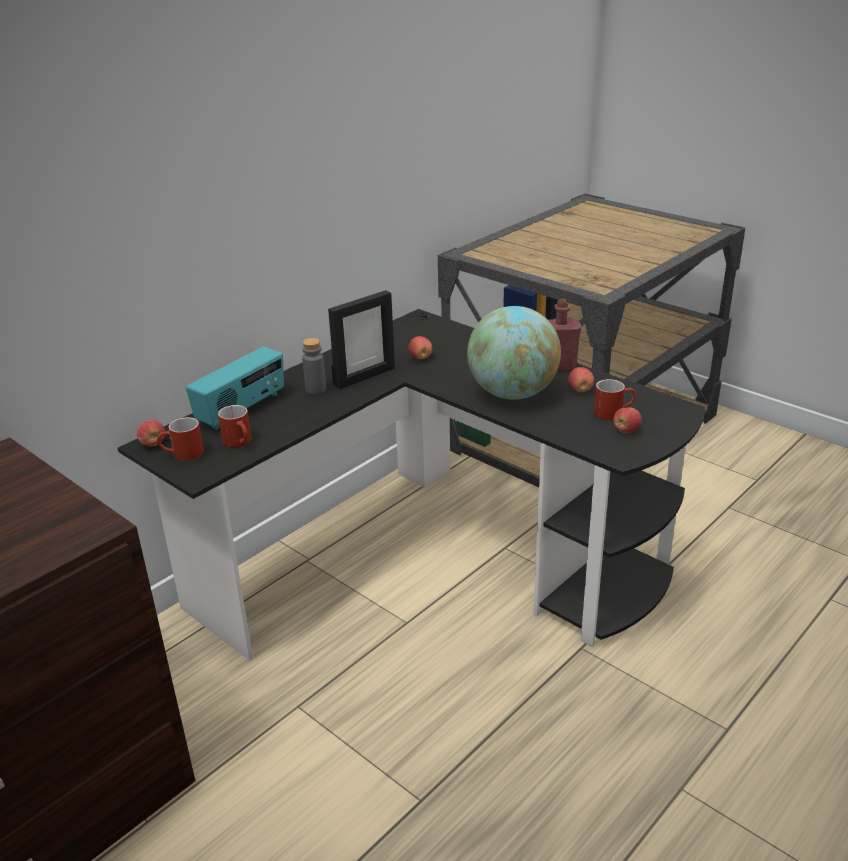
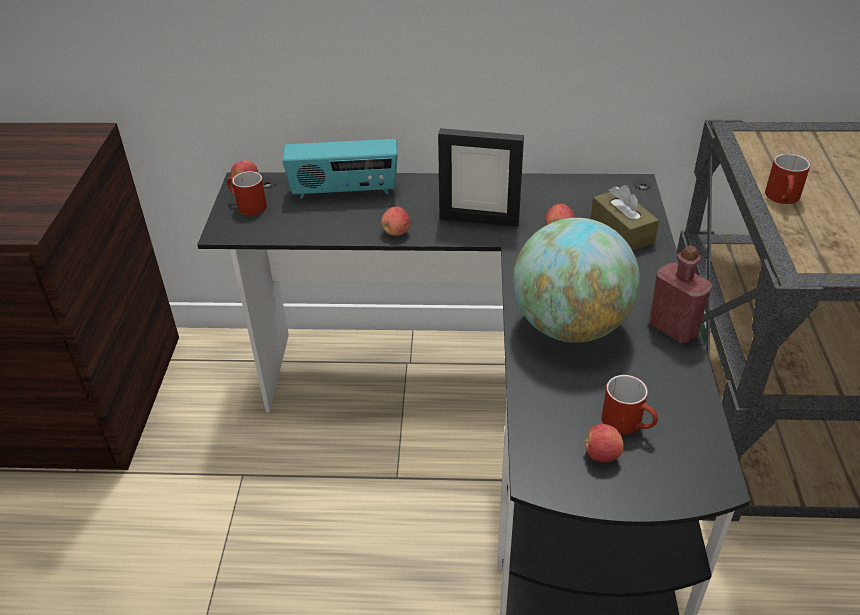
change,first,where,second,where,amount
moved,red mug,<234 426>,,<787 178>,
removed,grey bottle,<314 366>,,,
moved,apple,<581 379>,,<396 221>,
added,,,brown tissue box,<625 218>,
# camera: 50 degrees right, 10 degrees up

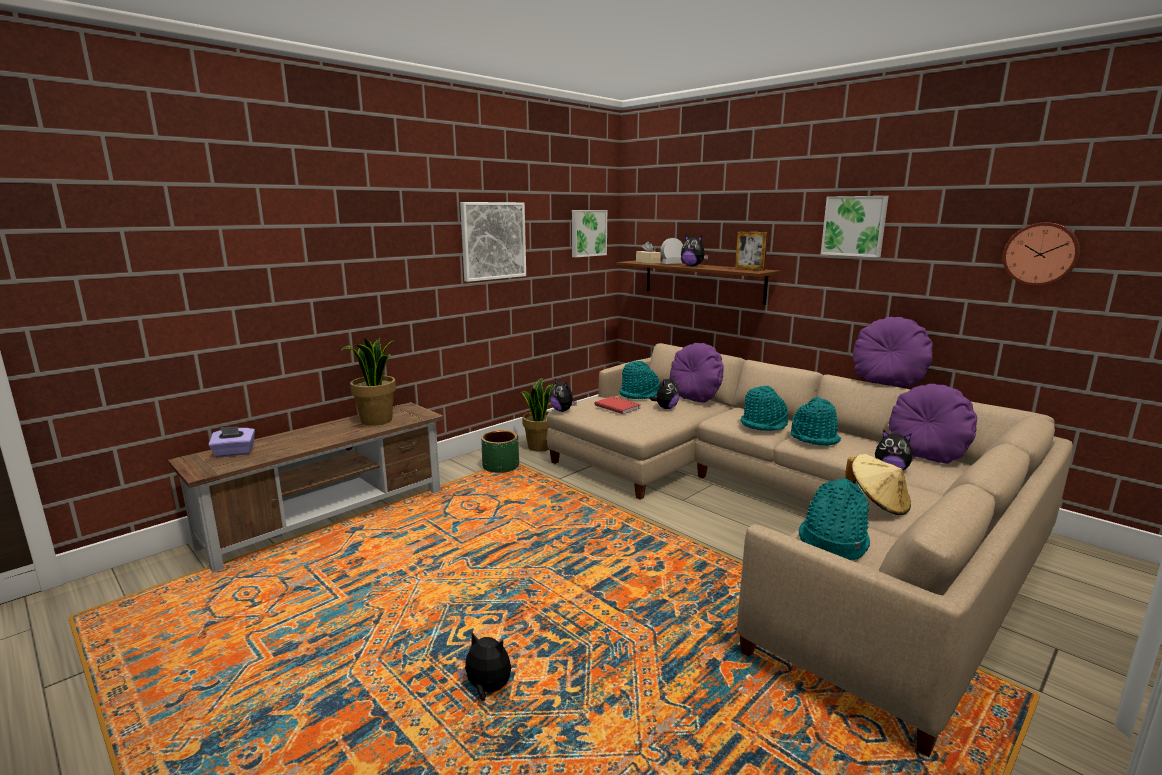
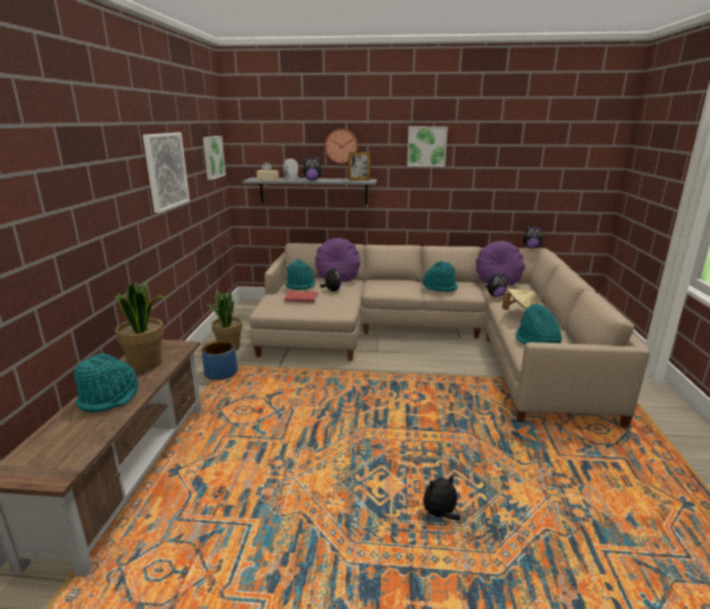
change,first,where,second,where,amount
removed,purple tissue box,<232 441>,,,
recoloured,green planter,<500 451>,blue planter,<219 360>,
moved,plush toy,<563 395>,,<533 236>,
recoloured,brown shelf,<699 282>,grey shelf,<309 191>,
moved,turquoise hat,<764 408>,,<106 383>,
removed,purple pillow,<893 352>,,,
moved,wall clock,<1041 254>,,<341 146>,
# camera: 40 degrees left, 5 degrees up

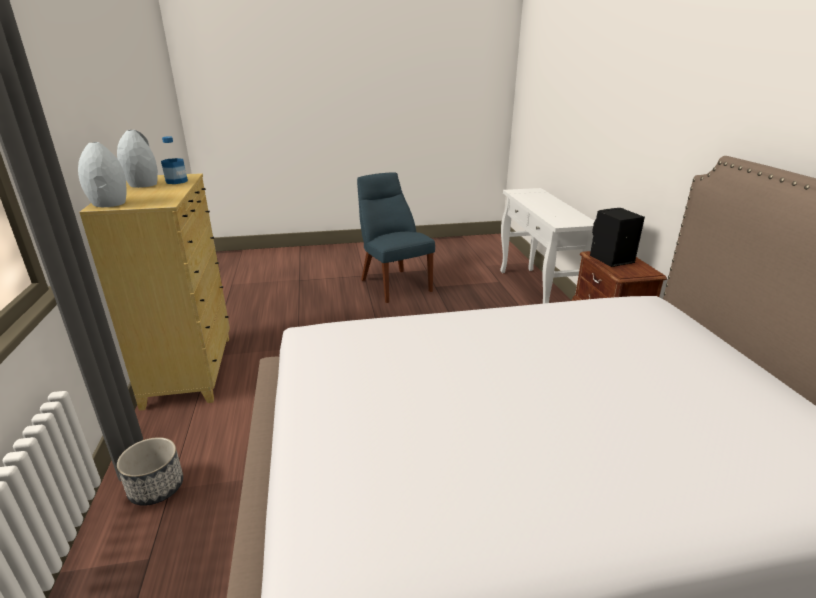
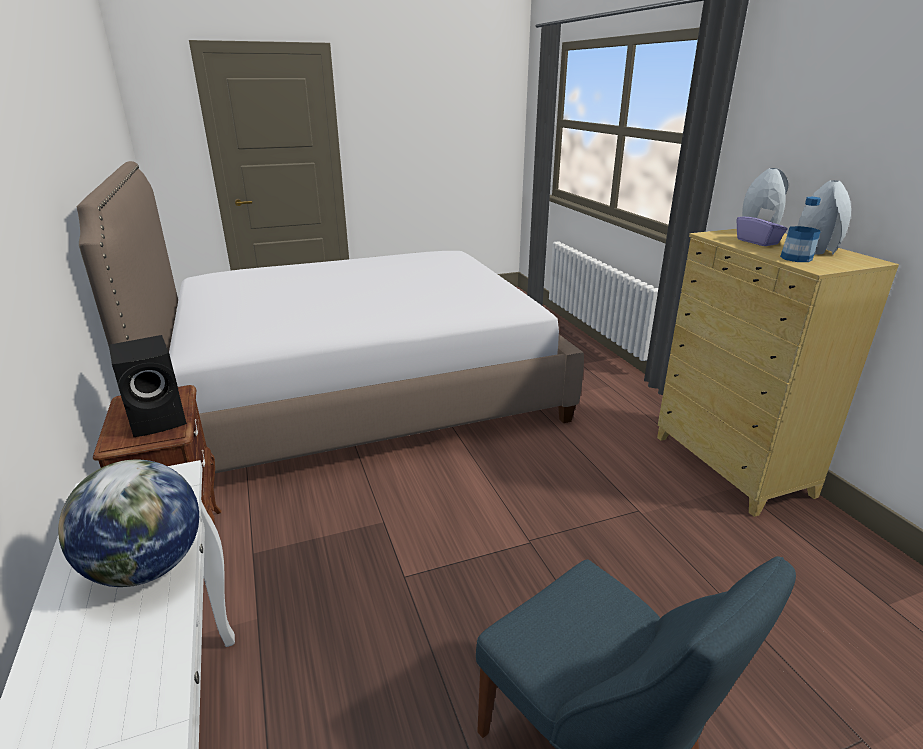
change,first,where,second,where,amount
removed,planter,<150 471>,,,
added,,,globe,<128 523>,
added,,,purple tissue box,<762 227>,
# camera: 170 degrees right, 0 degrees up

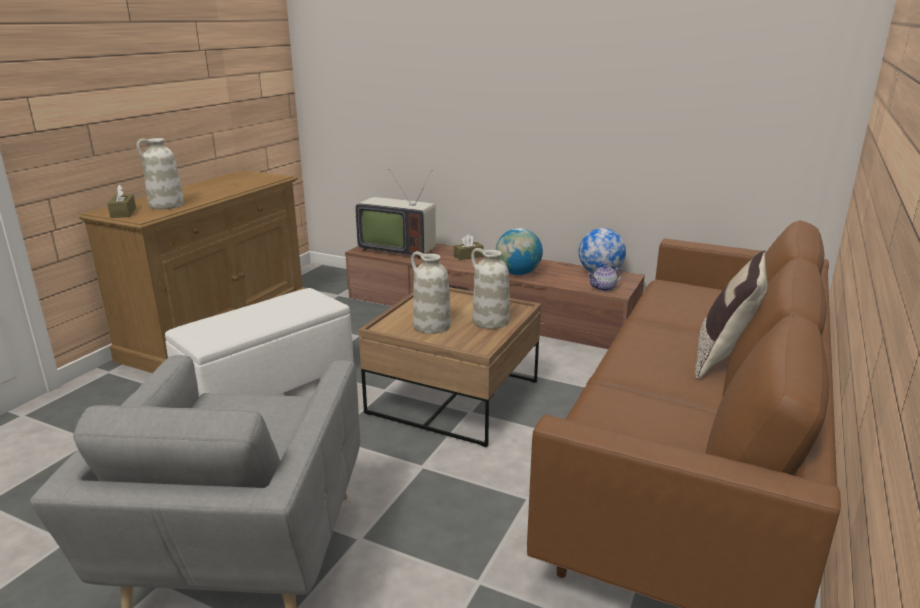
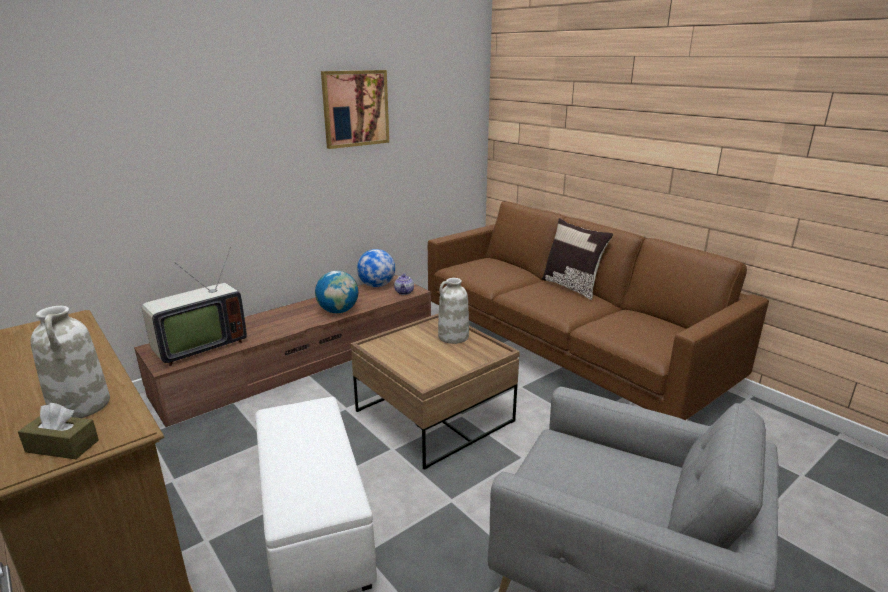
change,first,where,second,where,amount
removed,white vase,<431 292>,,,
removed,brown tissue box,<469 247>,,,
added,,,picture,<355 109>,
# camera: 65 degrees left, 0 degrees up

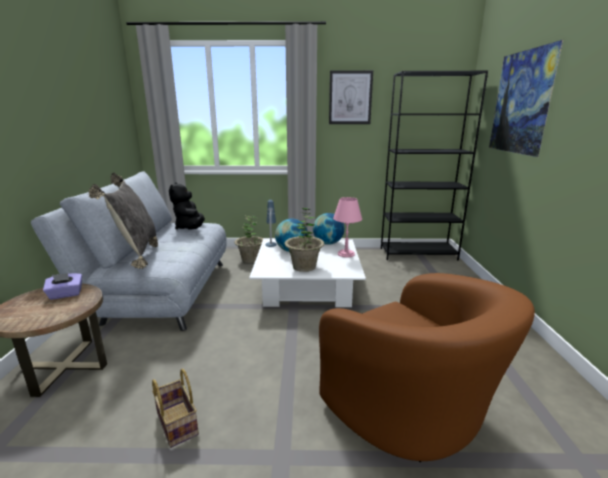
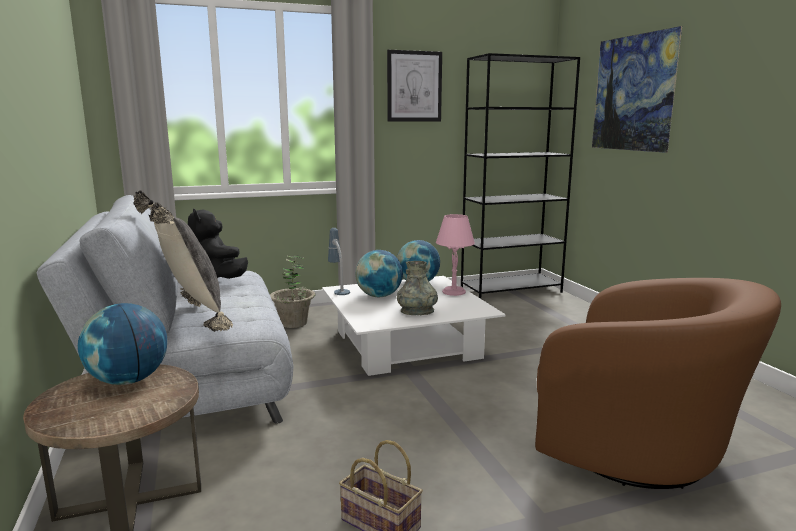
change,first,where,second,where,amount
replaced,purple tissue box,<62 286>,globe,<122 344>,
replaced,potted plant,<304 240>,grey vase,<417 288>,
# camera: 20 degrees left, 5 degrees down

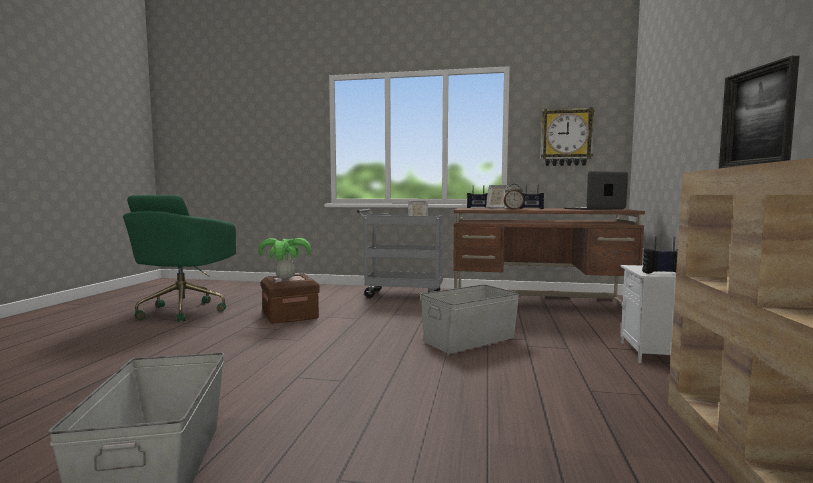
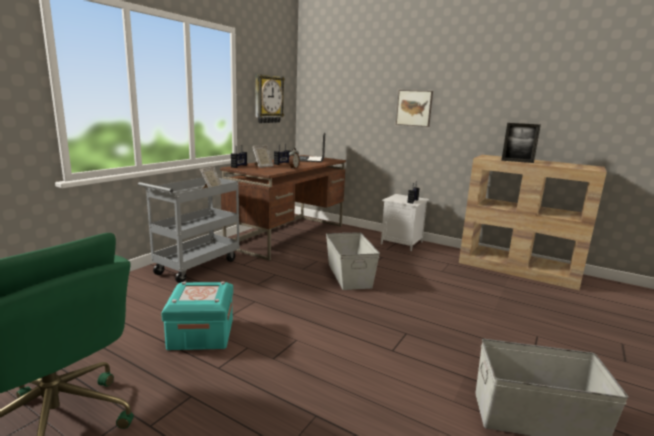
change,first,where,second,where,amount
removed,potted plant,<284 258>,,,
recoloured,brown storage box,<290 298>,turquoise storage box,<197 315>,
added,,,picture,<414 108>,
# camera: 70 degrees left, 10 degrees up

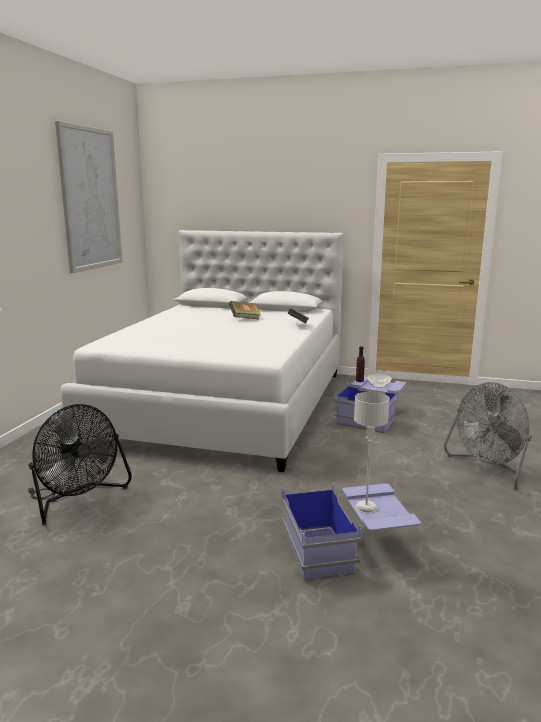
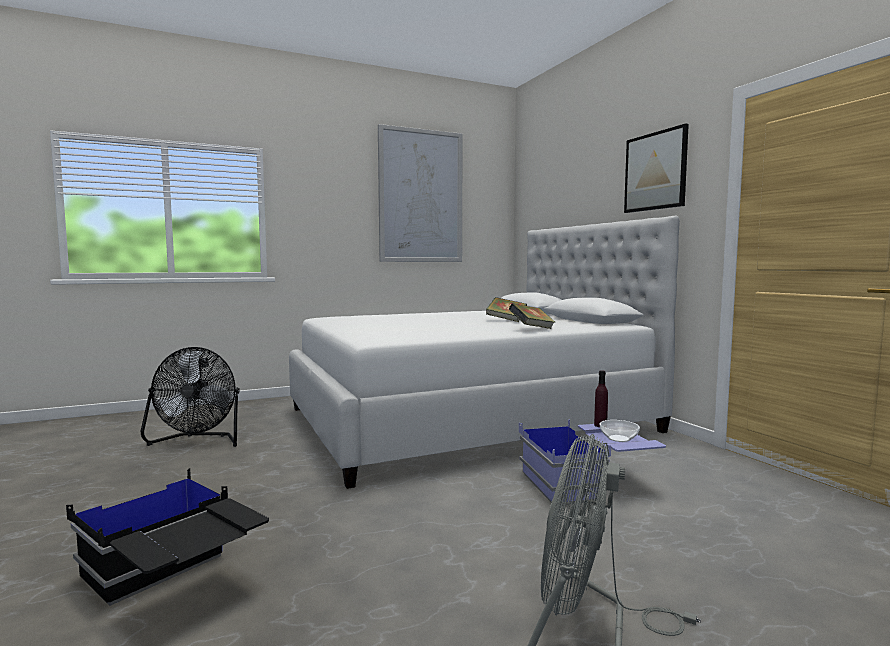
change,first,where,second,where,amount
recoloured,blue storage box,<351 531>,black storage box,<167 537>,
removed,grey table lamp,<372 452>,,,
added,,,picture,<656 168>,
# camera: 50 degrees right, 10 degrees down

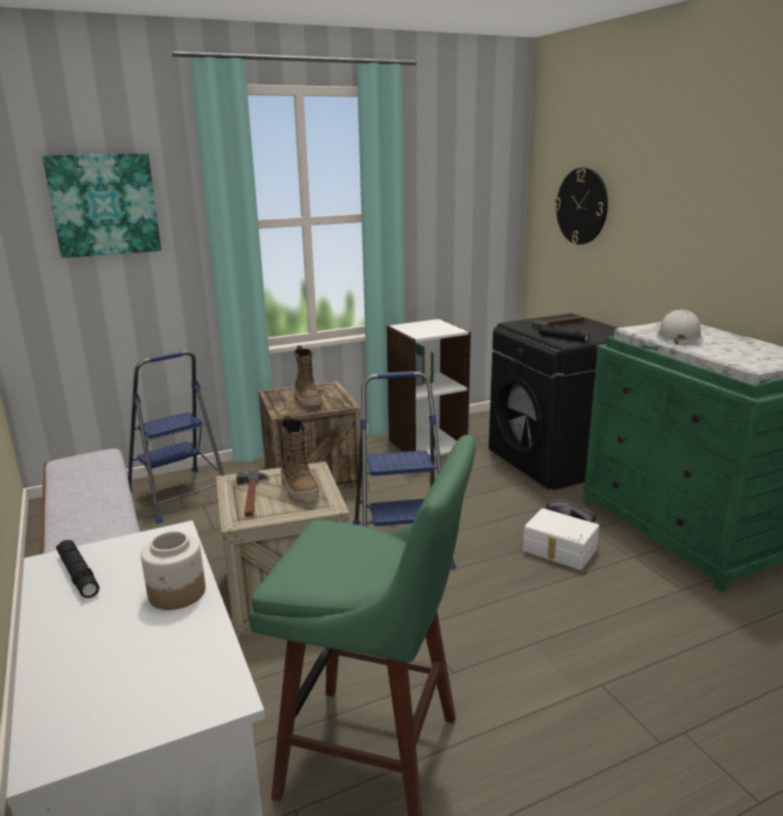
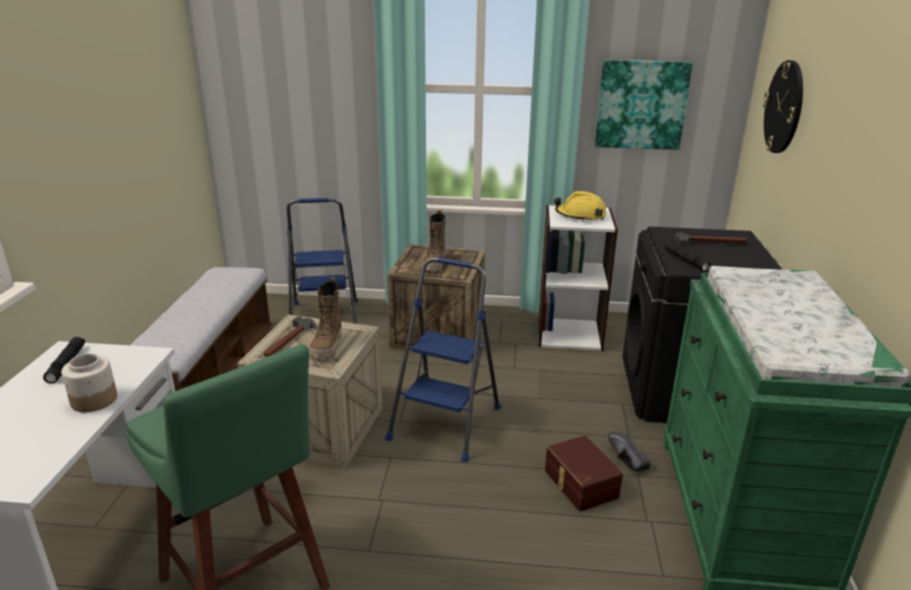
change,first,where,second,where,amount
moved,picture,<101 205>,,<644 105>,
recoloured,white storage box,<561 539>,brown storage box,<584 474>,
removed,white hard hat,<679 327>,,,
added,,,yellow hard hat,<580 206>,
# camera: 30 degrees right, 5 degrees up

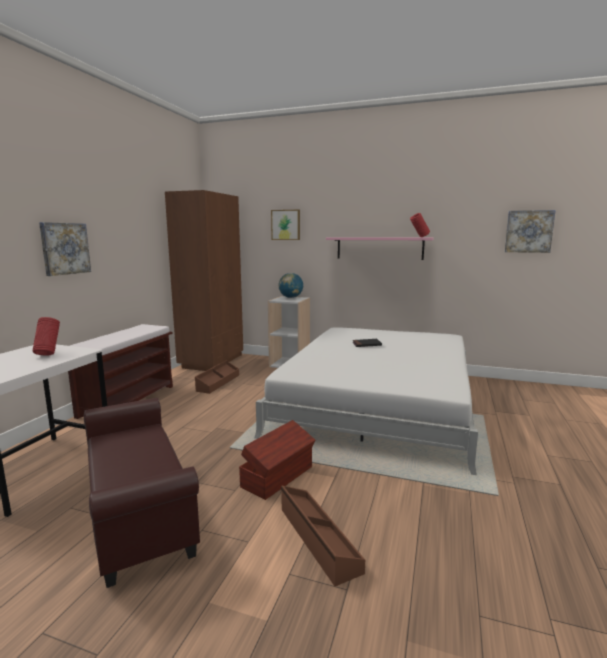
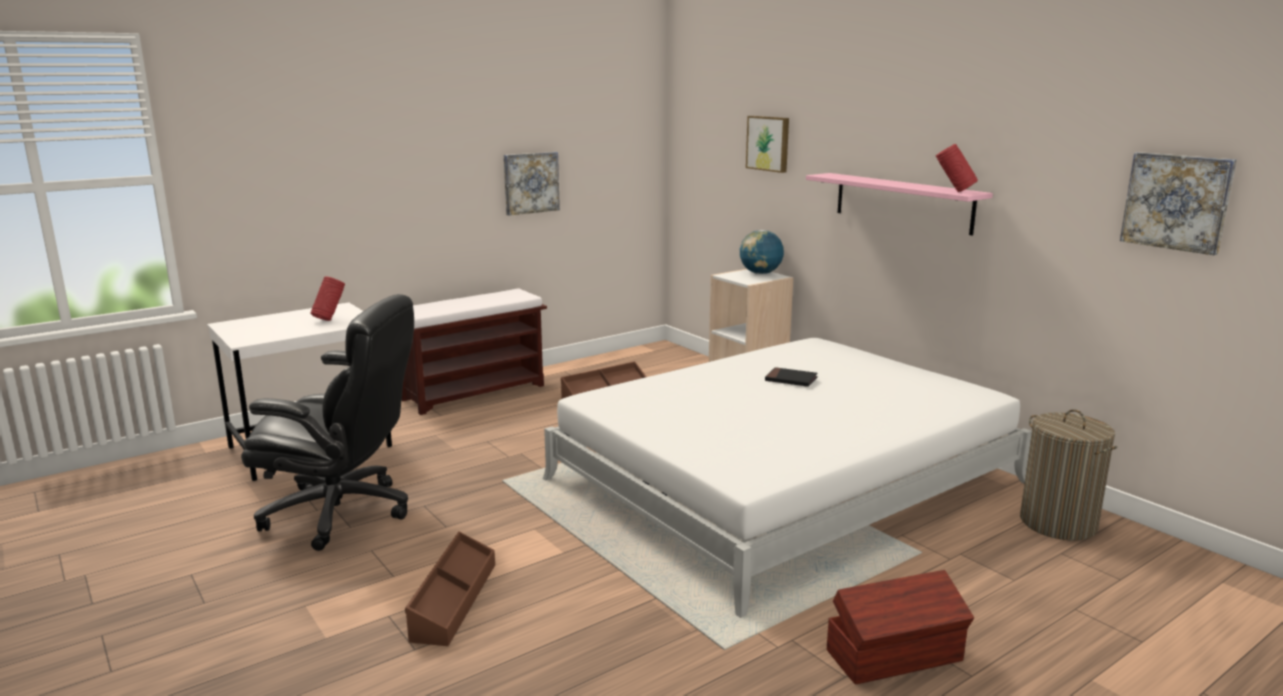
change,first,where,second,where,amount
moved,picture,<65 249>,,<532 184>,
replaced,brown ottoman,<142 493>,black office chair,<327 422>,
removed,brown wardrobe,<204 280>,,,
moved,brown storage box,<277 460>,,<900 627>,
added,,,laundry basket,<1068 475>,
# camera: 35 degrees right, 5 degrees up

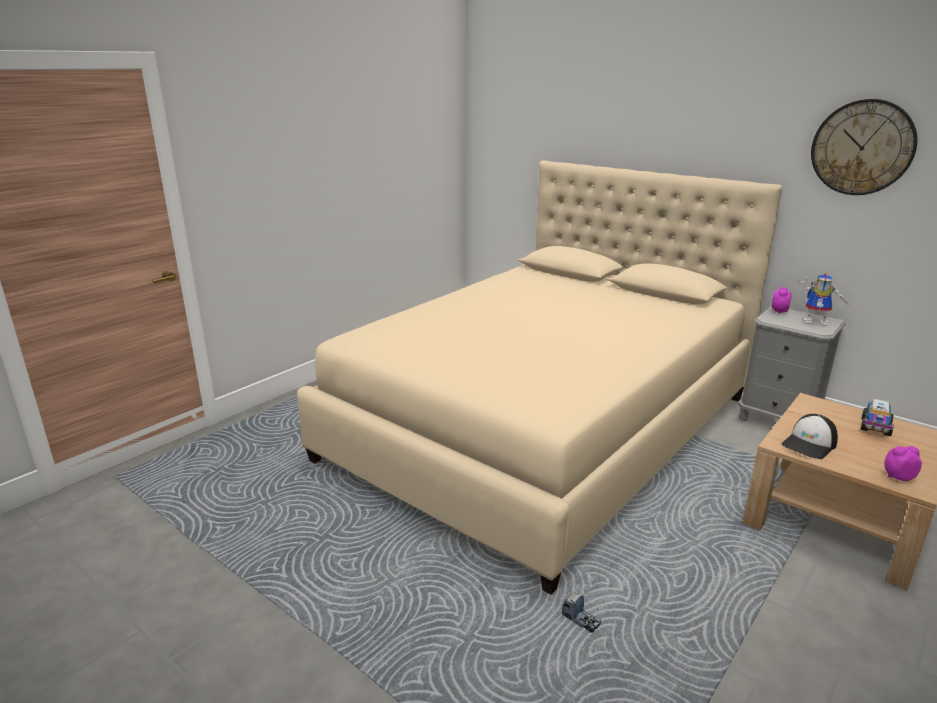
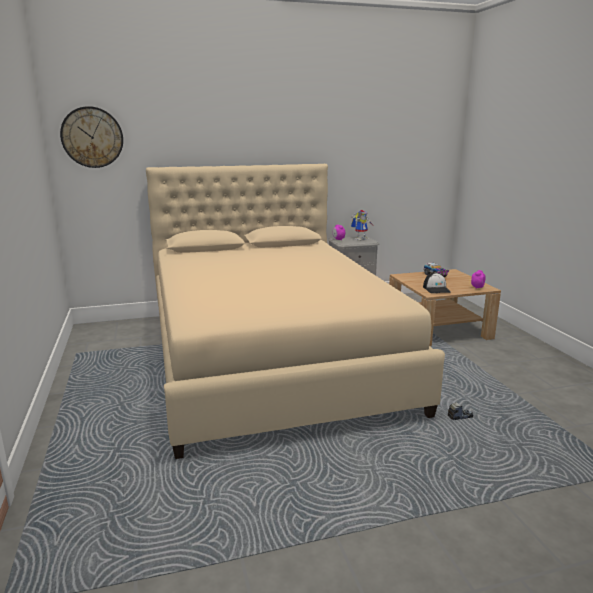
change,first,where,second,where,amount
moved,wall clock,<864 147>,,<91 137>,
# camera: 55 degrees left, 5 degrees down

